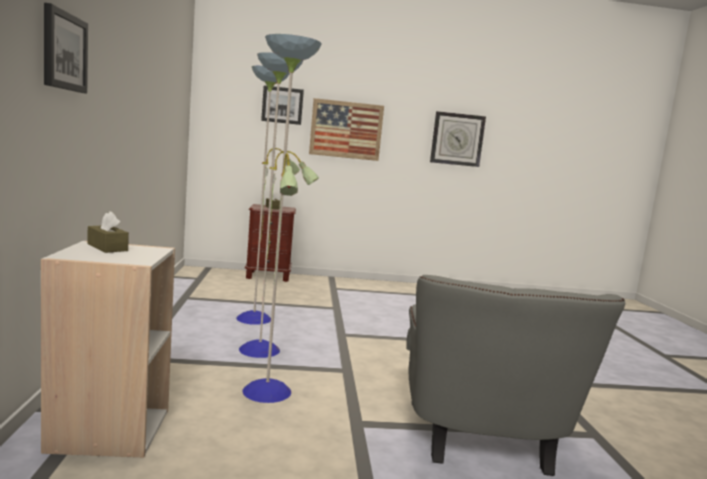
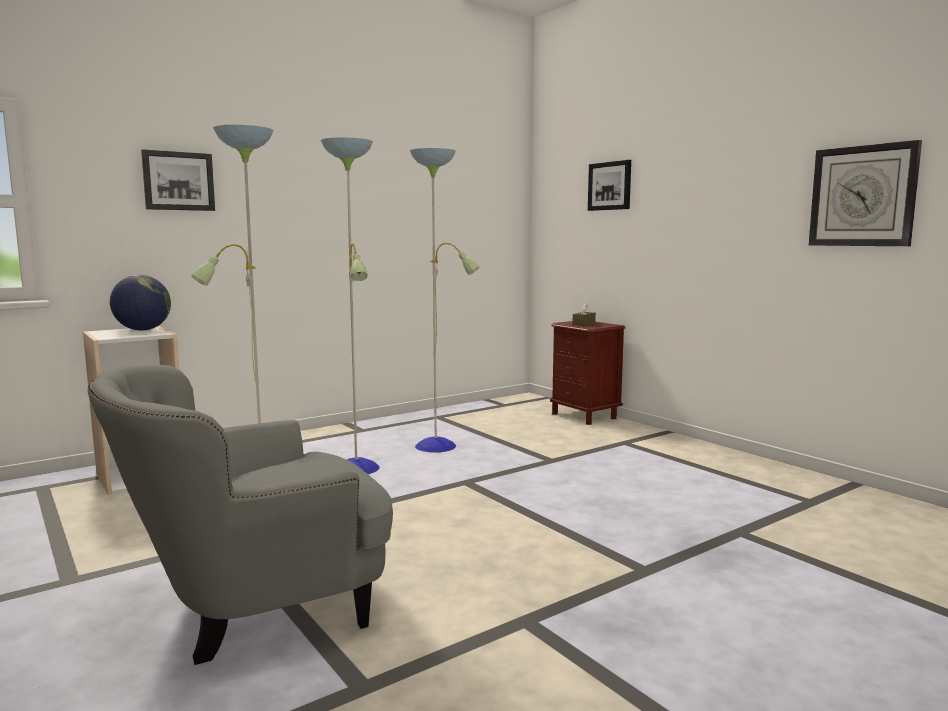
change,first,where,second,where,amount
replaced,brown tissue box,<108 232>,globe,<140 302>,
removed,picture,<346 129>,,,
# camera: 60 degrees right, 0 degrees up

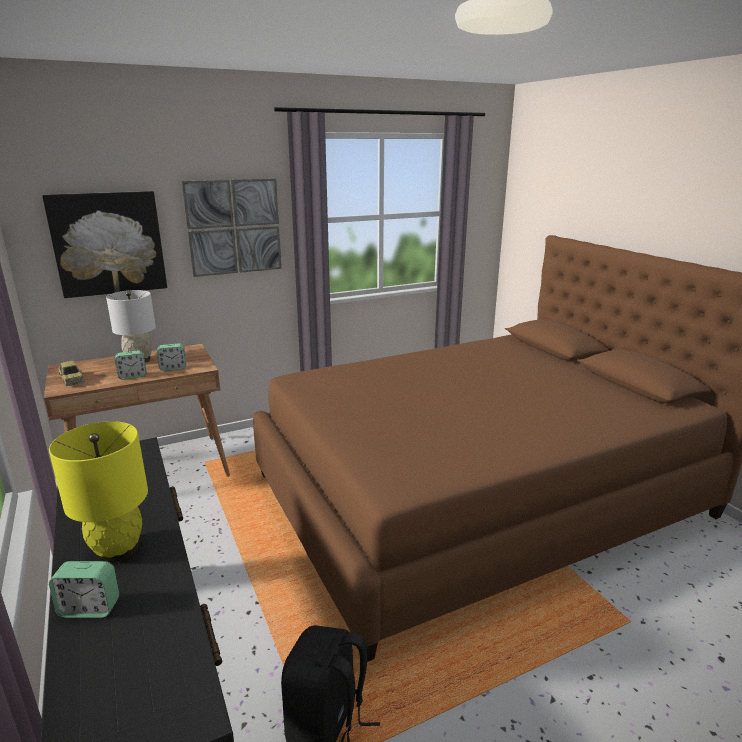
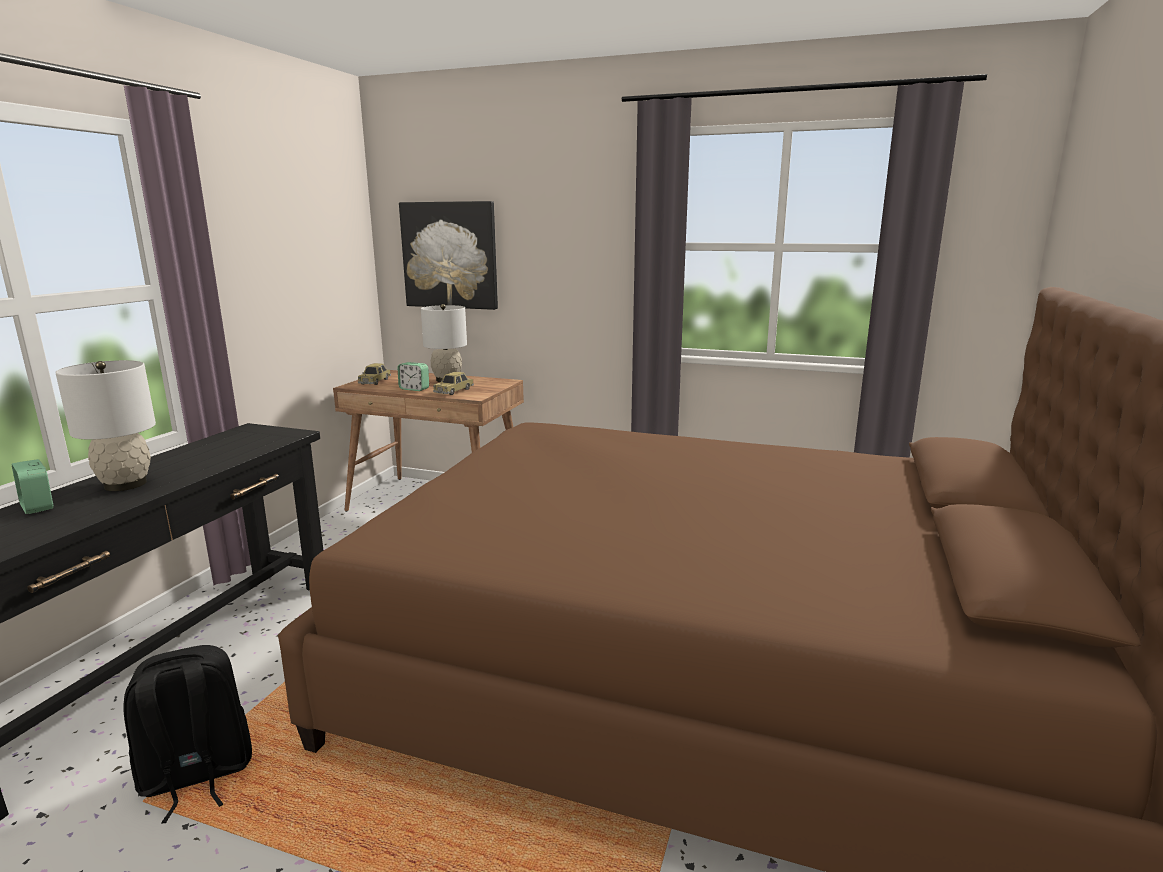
change,first,where,second,where,amount
recoloured,yellow table lamp,<98 492>,white table lamp,<105 425>,
replaced,alarm clock,<171 357>,toy car,<453 383>,
removed,picture,<232 227>,,,
# camera: 45 degrees right, 5 degrees down

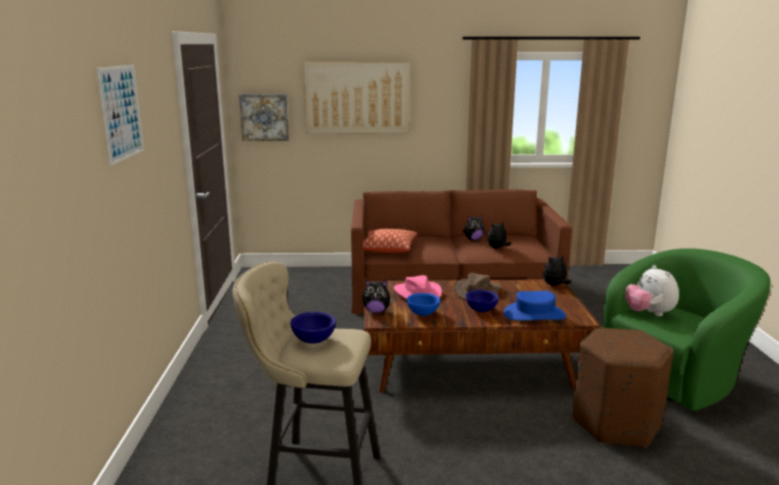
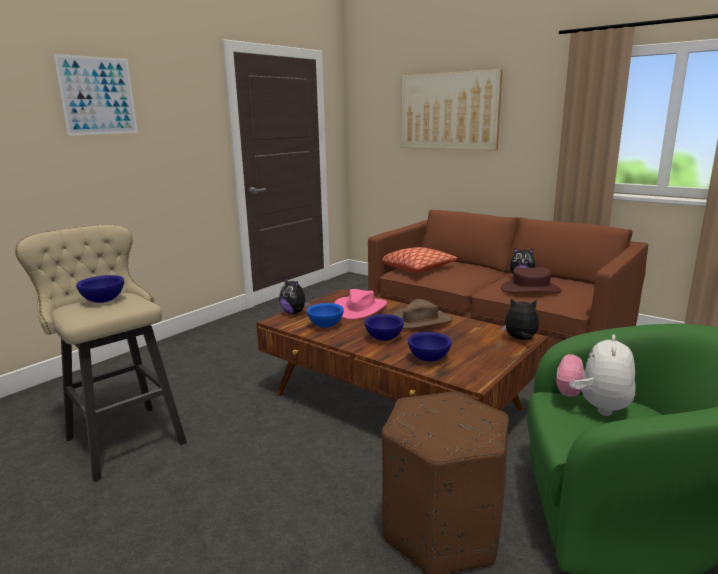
change,first,where,second,where,amount
removed,picture,<264 117>,,,
replaced,plush toy,<499 235>,brown hat,<531 280>,
replaced,blue hat,<535 305>,blue bowl,<430 347>,
# camera: 40 degrees right, 0 degrees up

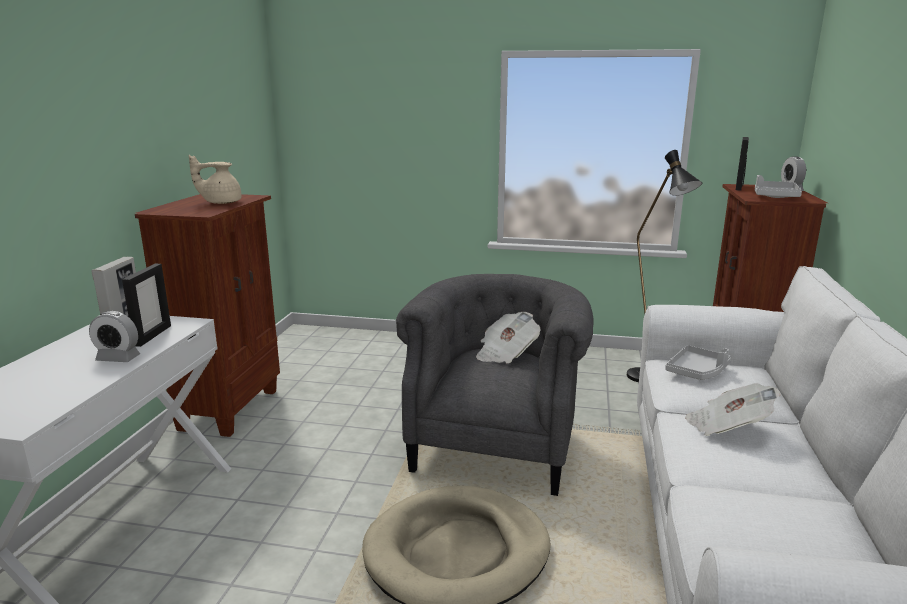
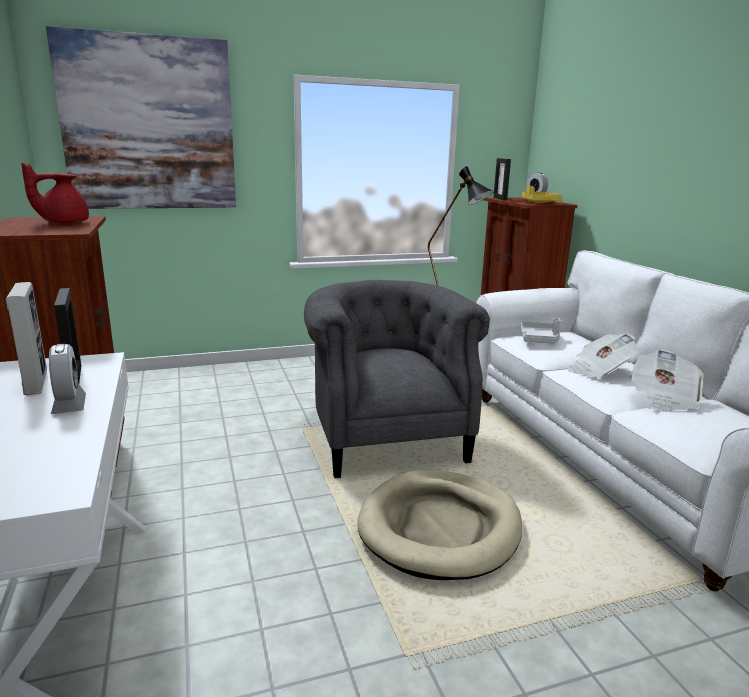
change,first,where,second,where,amount
turned,alarm clock,<114 336>,,<67 378>,90 degrees counterclockwise
recoloured,beige teapot,<215 179>,red teapot,<55 193>,
moved,newspaper,<508 337>,,<667 380>,
recoloured,grey tray,<778 186>,yellow tray,<542 194>,
added,,,picture,<141 117>,
# camera: 30 degrees left, 0 degrees up

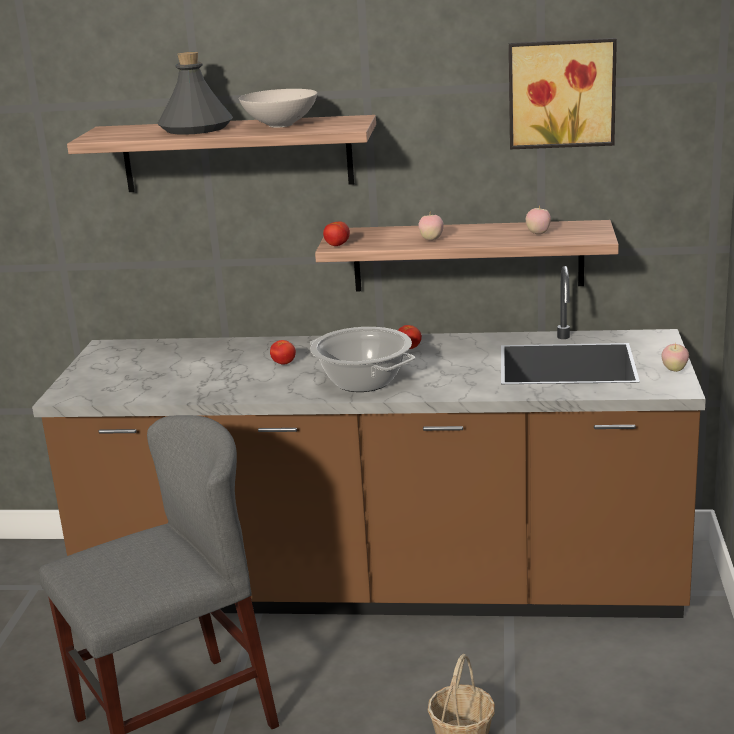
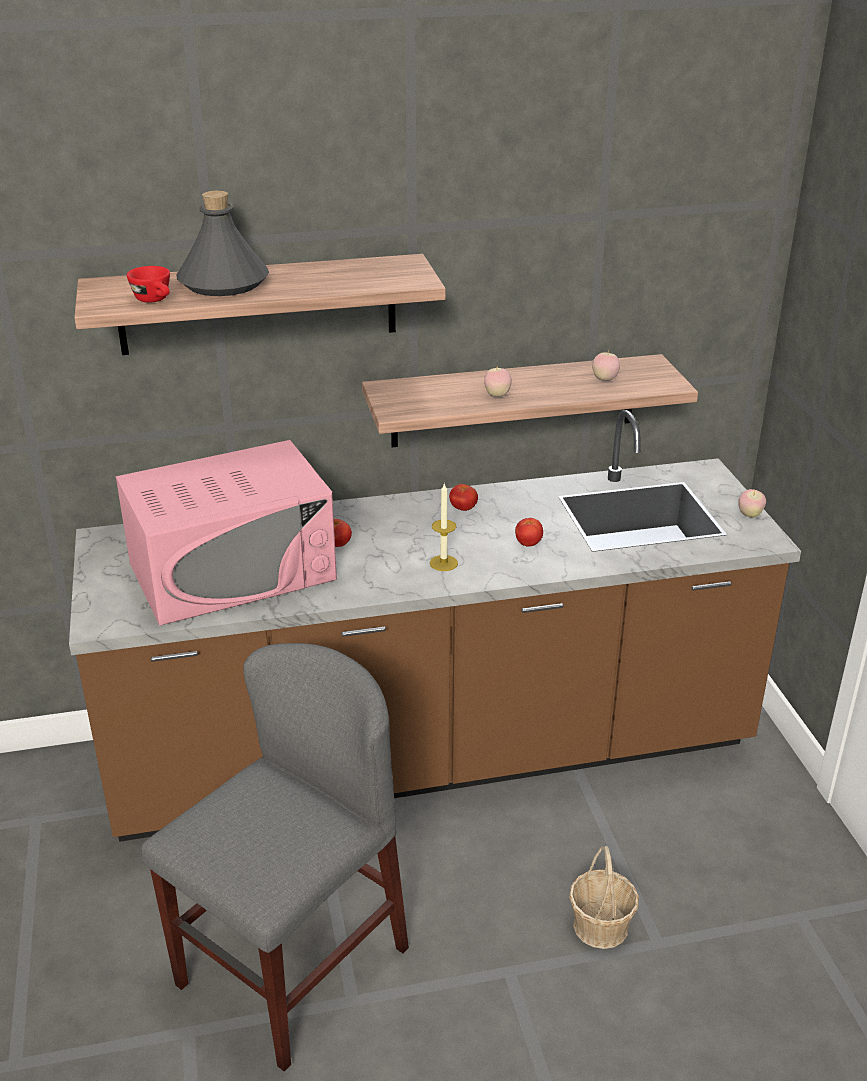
change,first,where,second,where,amount
removed,white bowl,<278 108>,,,
replaced,cooking pot,<362 359>,candle,<444 527>,
moved,tomato,<336 233>,,<529 532>,
removed,picture,<563 93>,,,
added,,,pink microwave,<226 533>,
added,,,red cup,<148 284>,
# camera: 20 degrees left, 10 degrees up

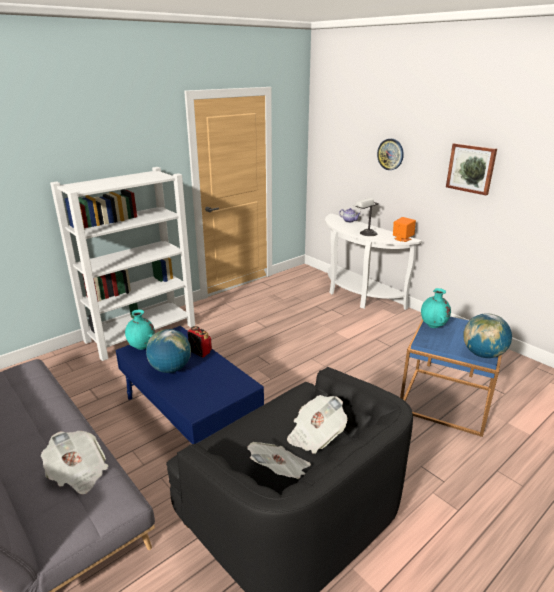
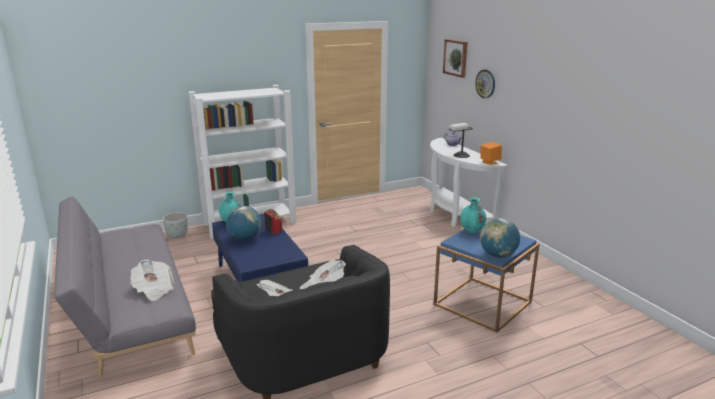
change,first,where,second,where,amount
moved,picture,<471 169>,,<455 58>,
added,,,grey planter,<175 225>,
# camera: 15 degrees right, 5 degrees down

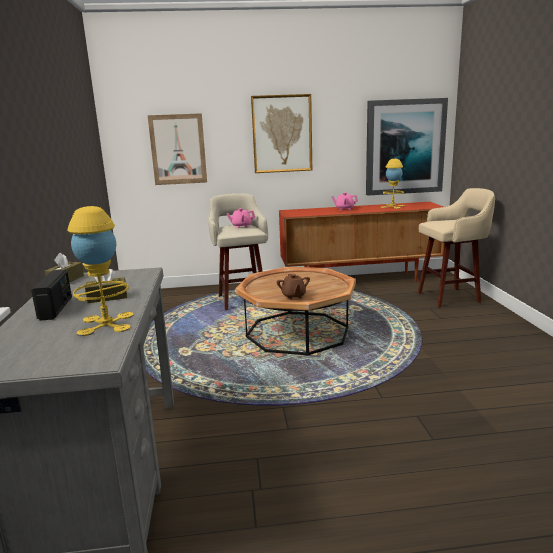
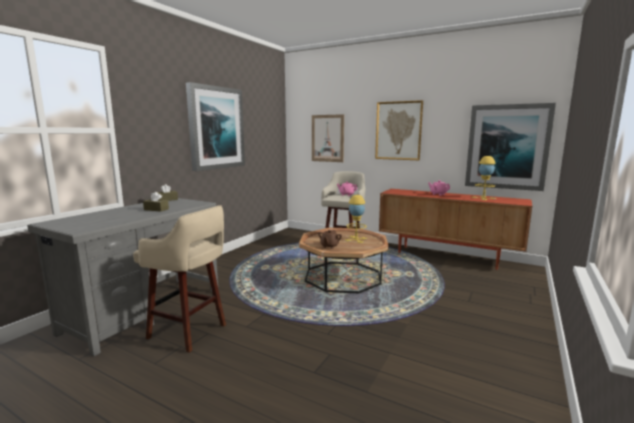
change,first,where,second,where,amount
removed,radio,<51 295>,,,
moved,yellow table lamp,<100 271>,,<356 219>,
moved,beige stool,<456 247>,,<179 279>,
added,,,picture,<215 126>,
# camera: 35 degrees right, 5 degrees down

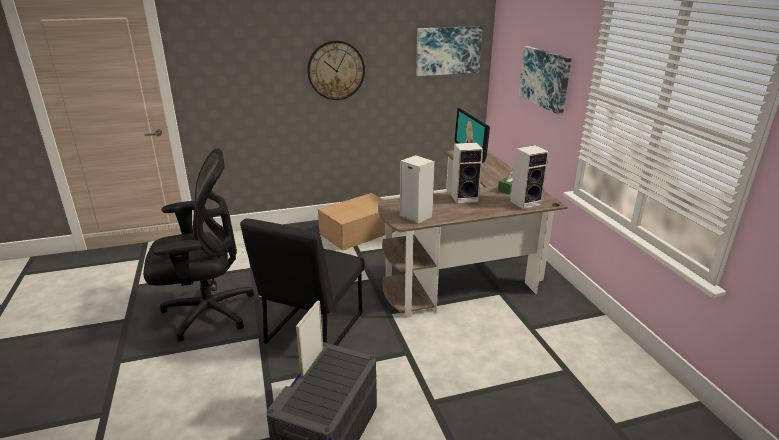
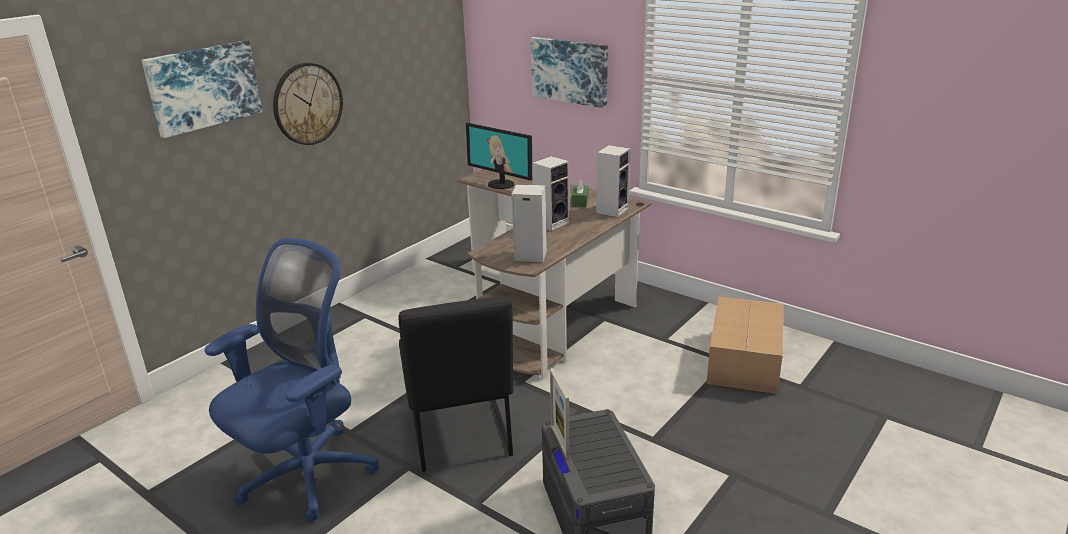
change,first,where,second,where,amount
recoloured,black office chair,<198 245>,blue office chair,<292 380>,
moved,cardboard box,<357 222>,,<745 345>,
moved,picture,<449 51>,,<201 89>,
# camera: 35 degrees left, 0 degrees up

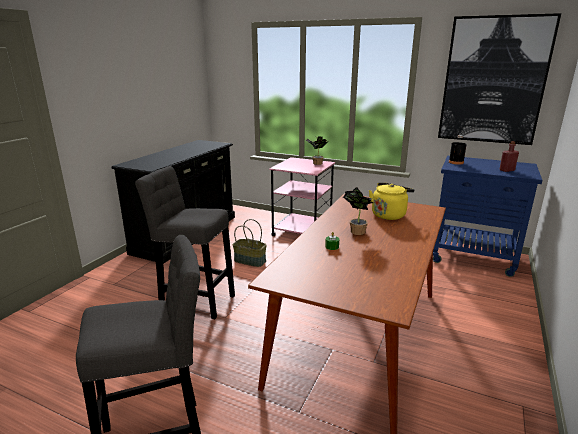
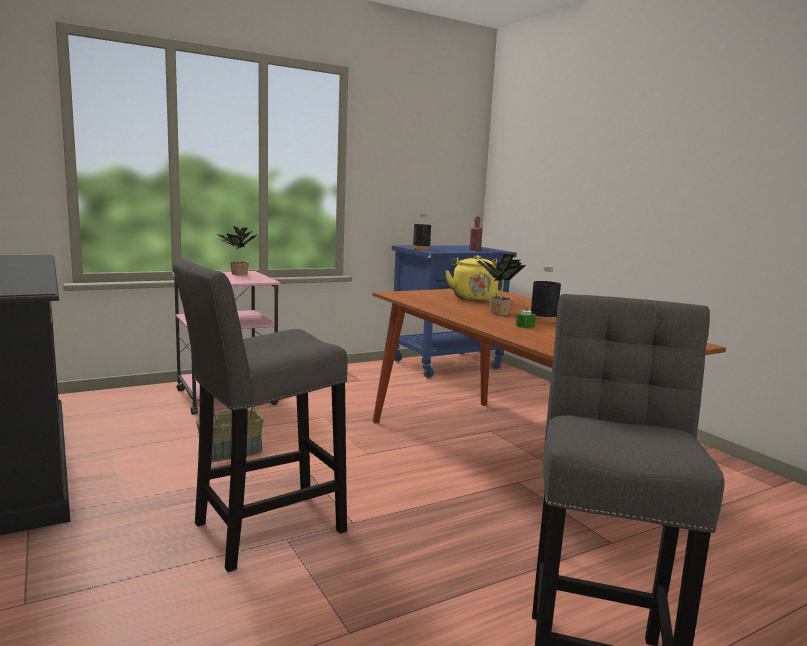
change,first,where,second,where,amount
removed,picture,<499 79>,,,
added,,,black bottle,<546 294>,
# camera: 55 degrees left, 10 degrees down

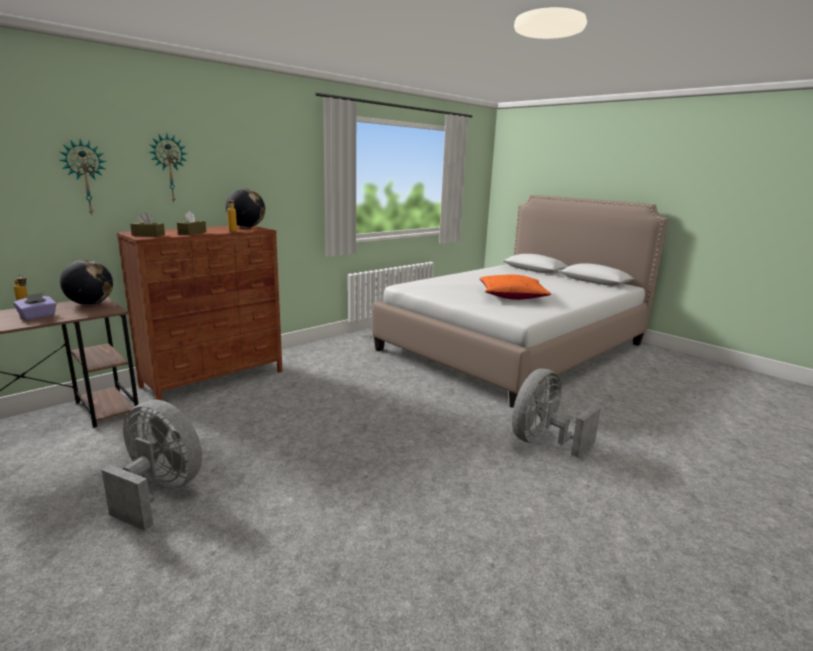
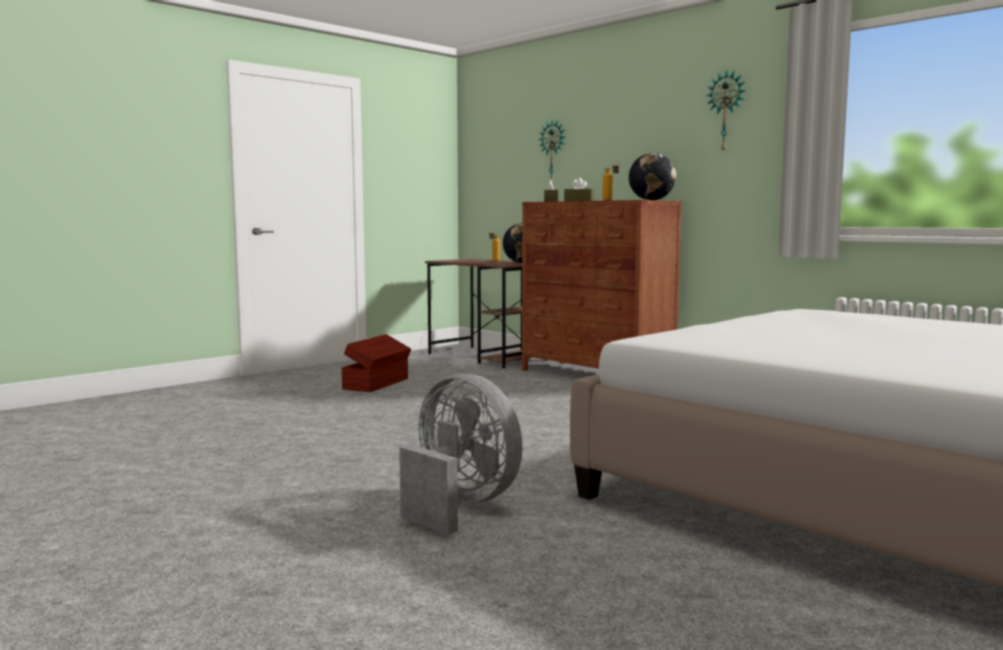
change,first,where,second,where,amount
removed,purple tissue box,<35 306>,,,
replaced,grey fan,<151 465>,brown storage box,<376 363>,
moved,wall clock,<168 167>,,<726 111>,
removed,orange pillow,<515 287>,,,
# camera: 90 degrees right, 10 degrees down

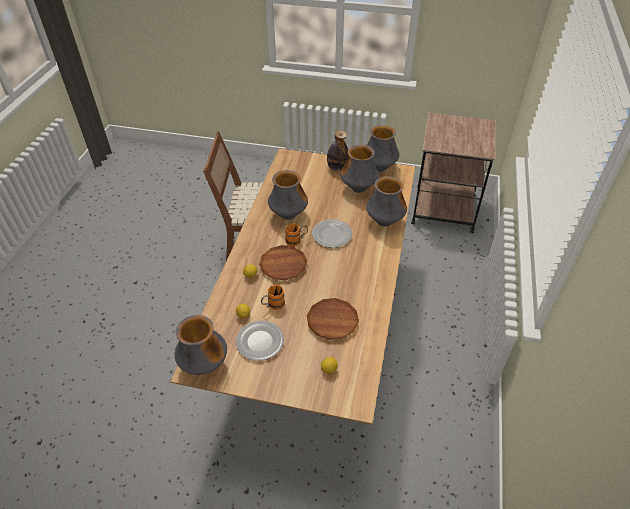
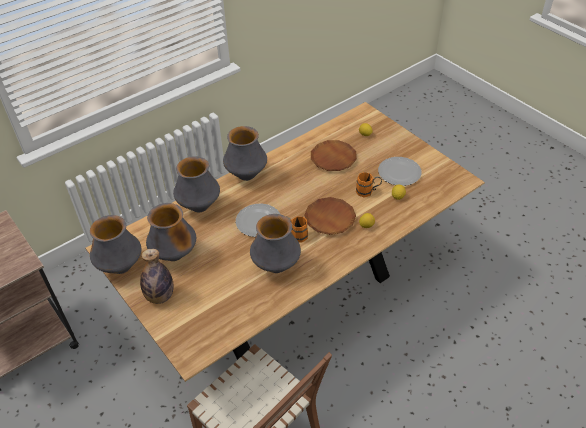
change,first,where,second,where,amount
moved,vase,<201 345>,,<245 153>,
# camera: 140 degrees left, 0 degrees up

